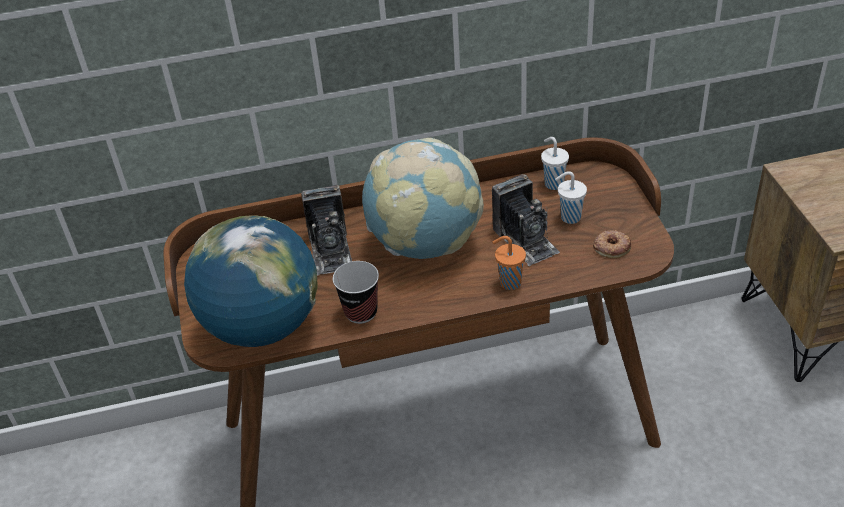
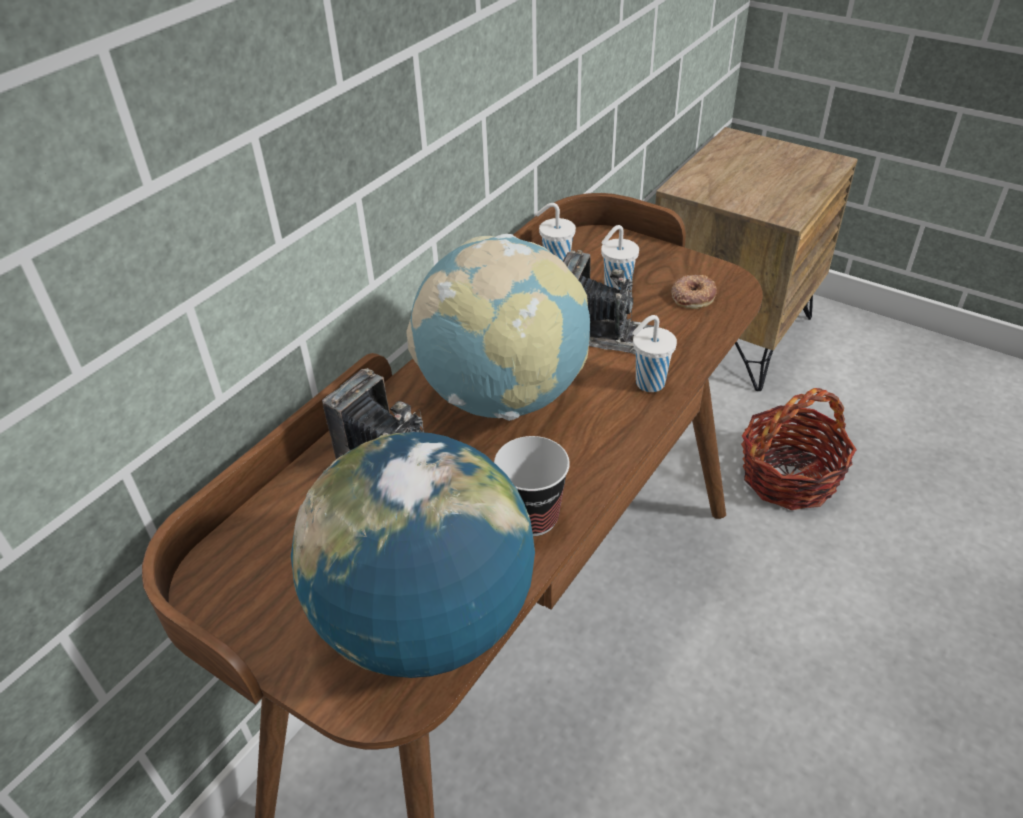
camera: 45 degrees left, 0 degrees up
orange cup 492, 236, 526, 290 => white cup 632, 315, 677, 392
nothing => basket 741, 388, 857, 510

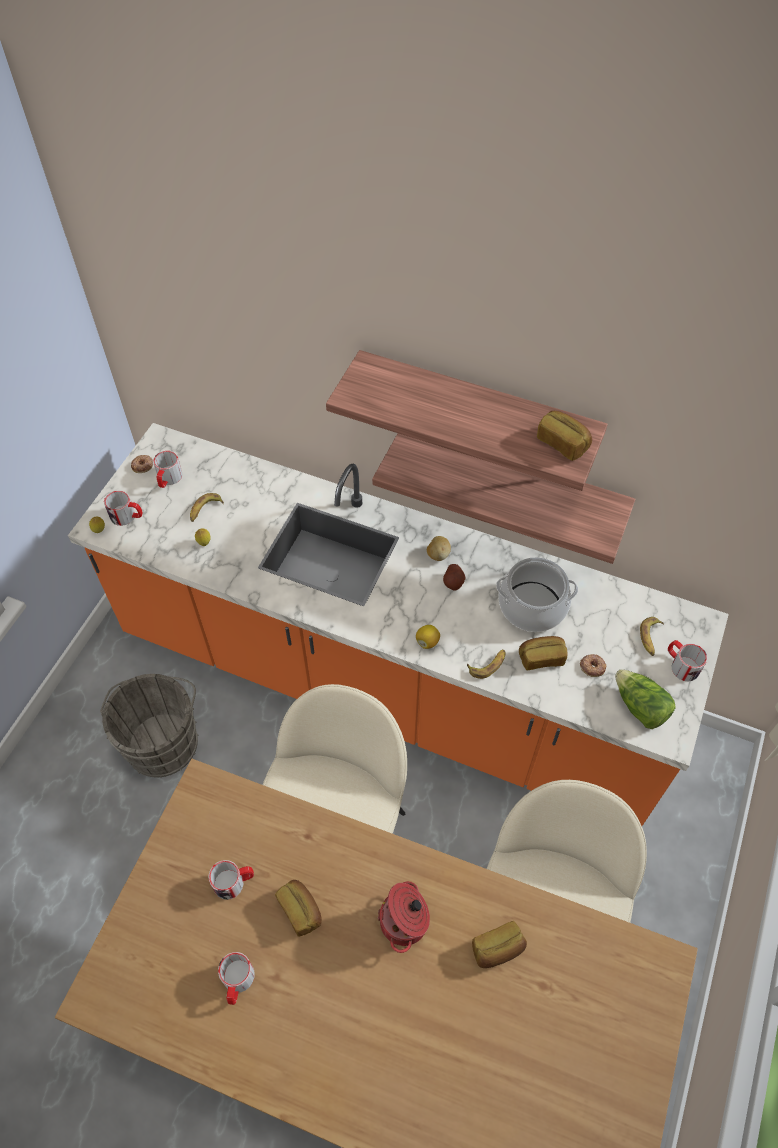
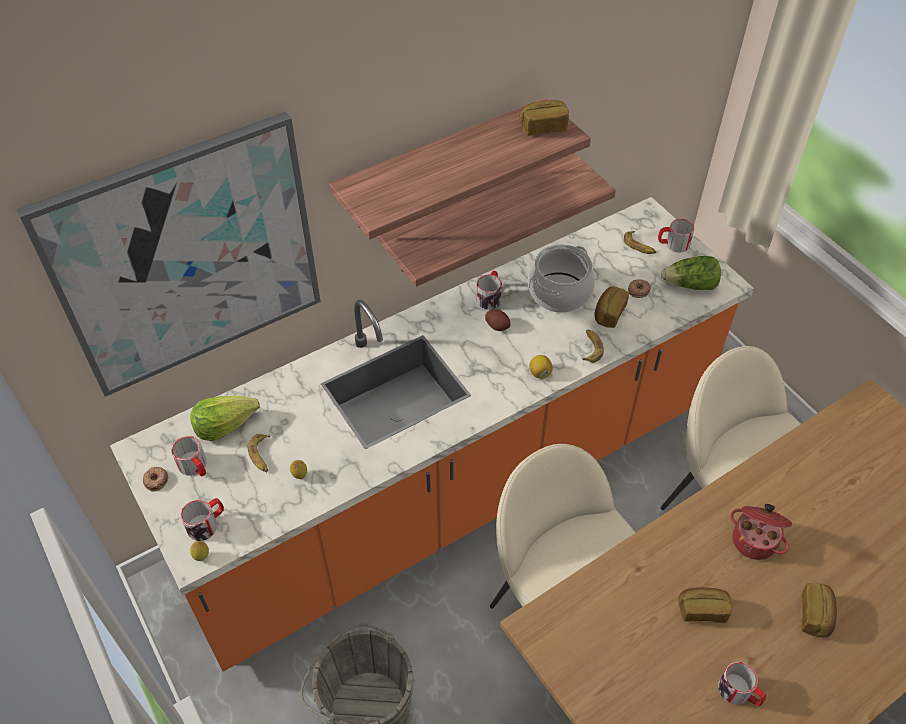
camera: 55 degrees left, 5 degrees down
mug 209, 860, 254, 900 => mug 476, 271, 502, 310, shifted
potato 427, 536, 451, 561 => nothing
bread 472, 921, 527, 968 => bread 801, 583, 837, 637, shifted
nothing => picture 16, 112, 321, 397
nothing => lettuce 190, 395, 260, 441

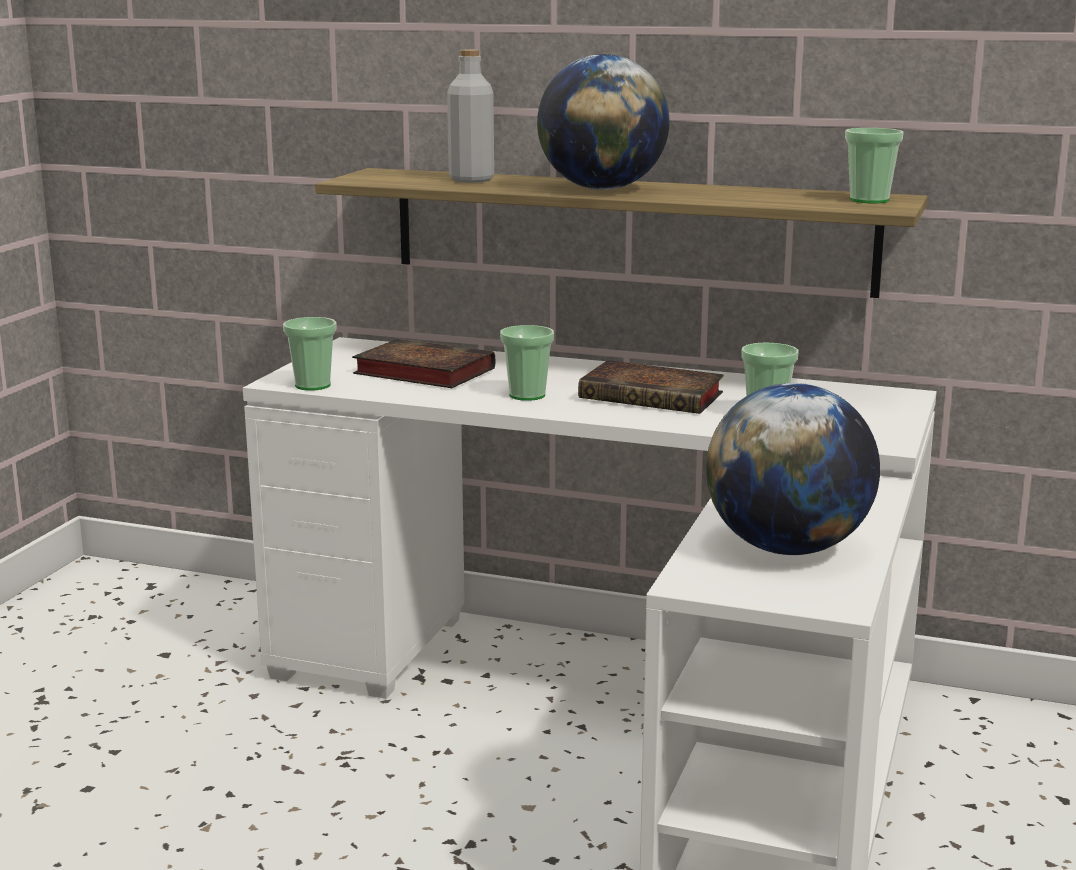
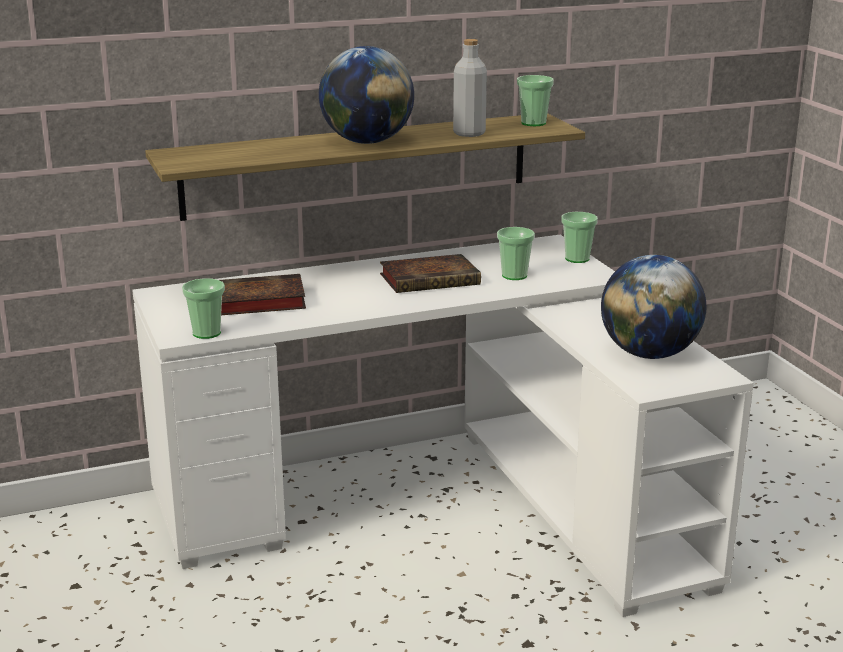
camera: 40 degrees left, 5 degrees up
grey bottle 447, 50, 494, 183 => grey bottle 453, 39, 487, 137, shifted
cup 500, 325, 554, 401 => cup 561, 212, 598, 263, shifted

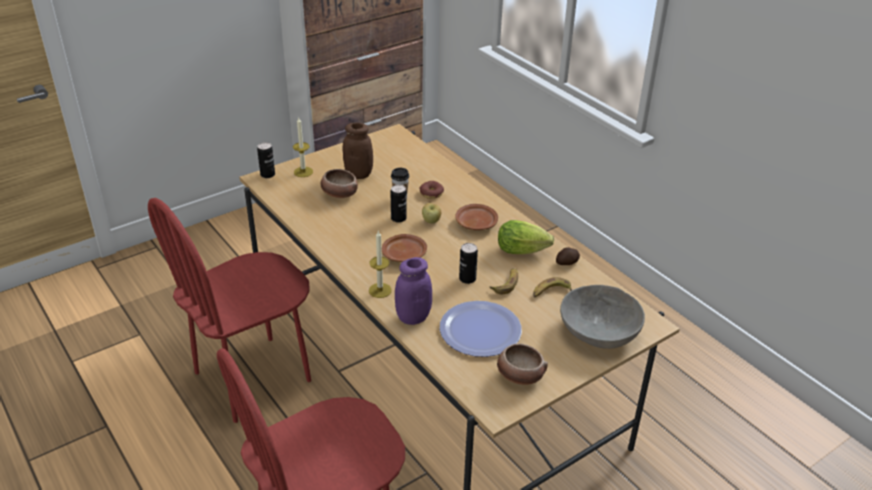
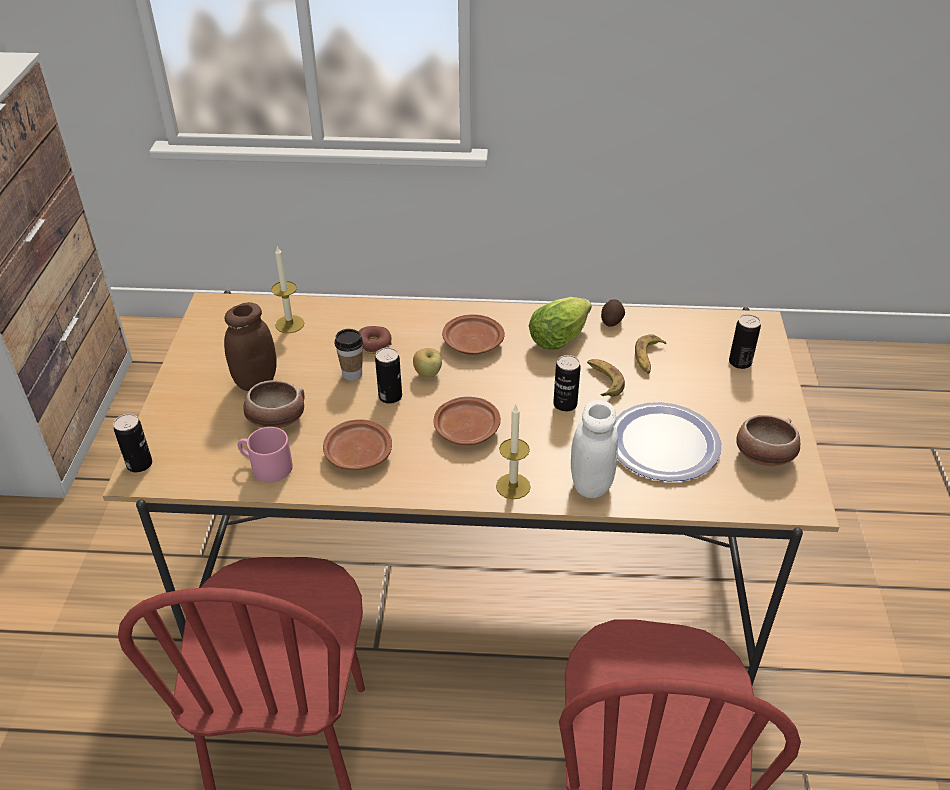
camera: 50 degrees left, 5 degrees up
candle 293, 118, 313, 177 => candle 271, 247, 304, 333, shifted
purple jar 395, 257, 432, 325 => white jar 571, 400, 618, 498
grey bowl 560, 285, 645, 349 => can 729, 314, 761, 369
nothing => pink mug 237, 427, 293, 482
nothing => brown plate 323, 419, 392, 470

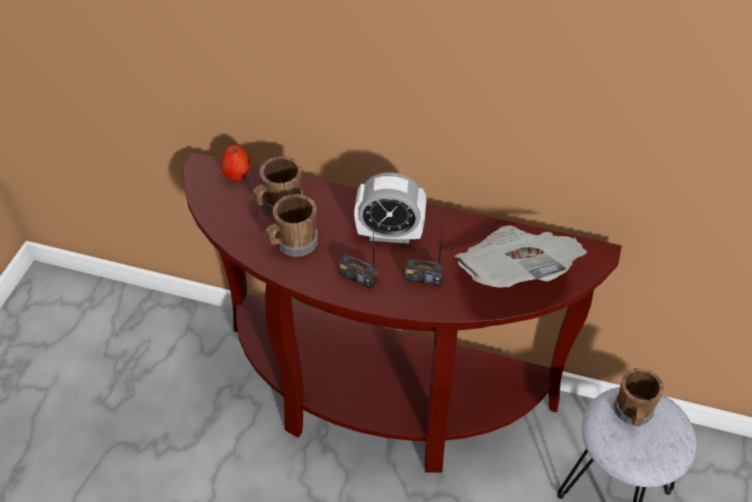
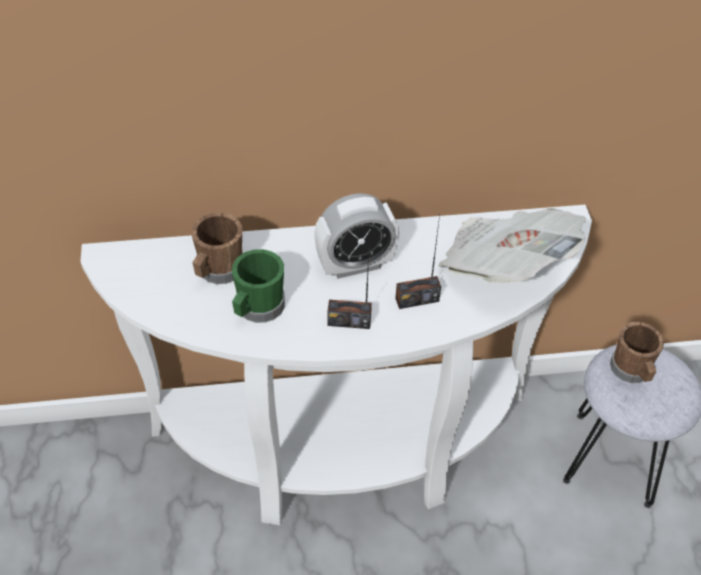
camera: 25 degrees left, 0 degrees up
brown console table 184, 153, 622, 472 => white console table 81, 205, 592, 525
apple 221, 145, 250, 181 => nothing
brown mug 265, 194, 318, 256 => green mug 232, 249, 285, 323

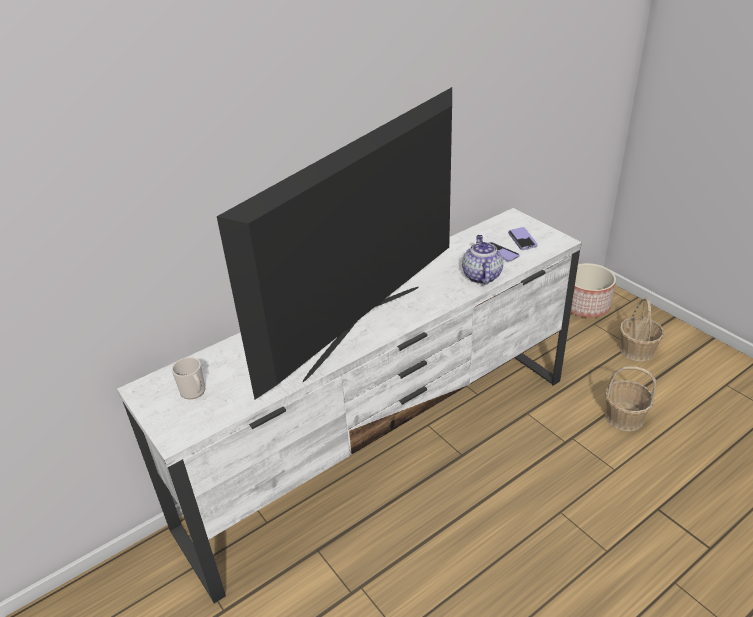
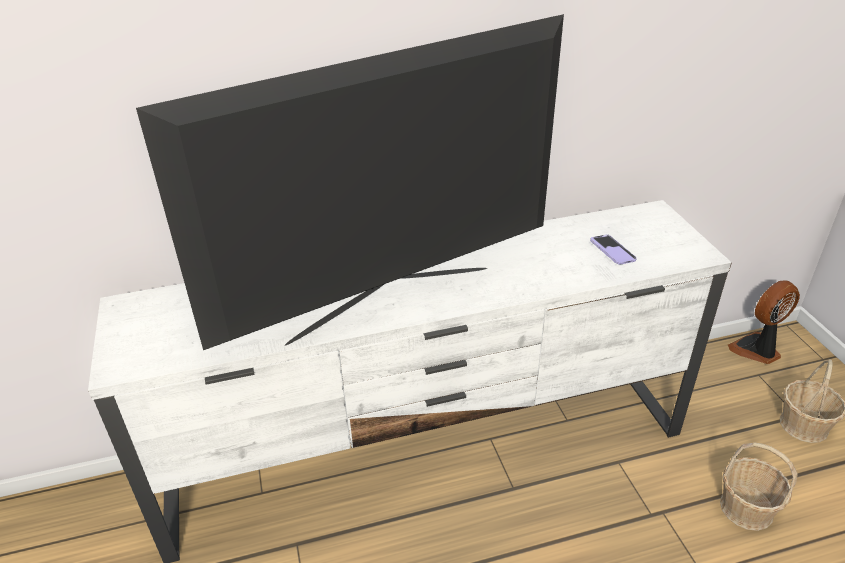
camera: 20 degrees right, 0 degrees up
mug 172, 357, 205, 399 => nothing
teapot 462, 235, 503, 285 => nothing
phone 508, 227, 538, 250 => nothing
planter 571, 263, 616, 318 => fan 728, 280, 800, 364

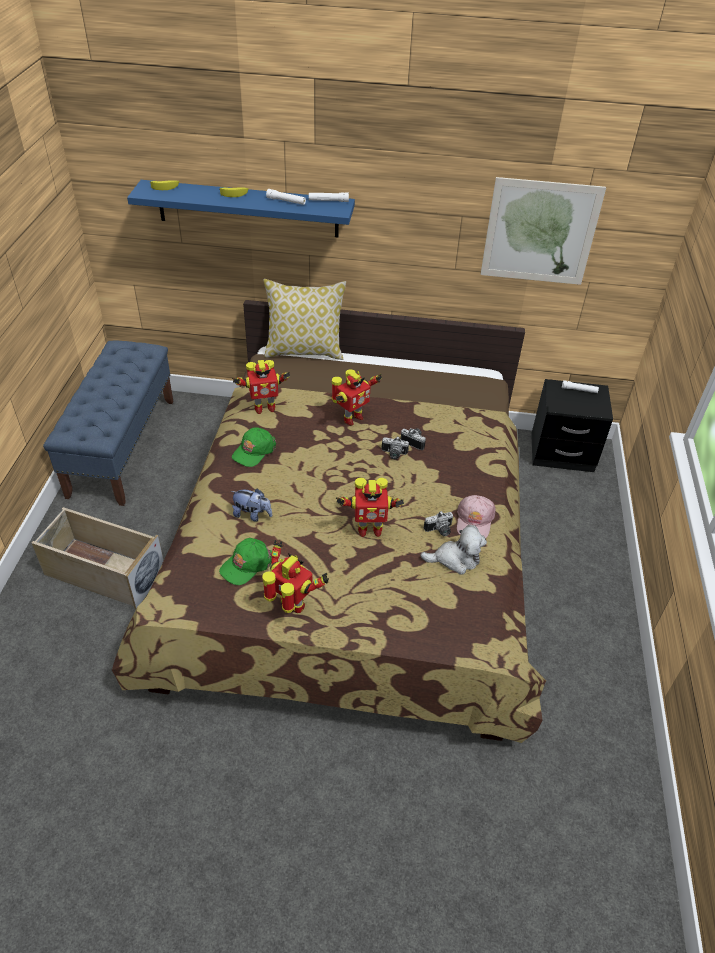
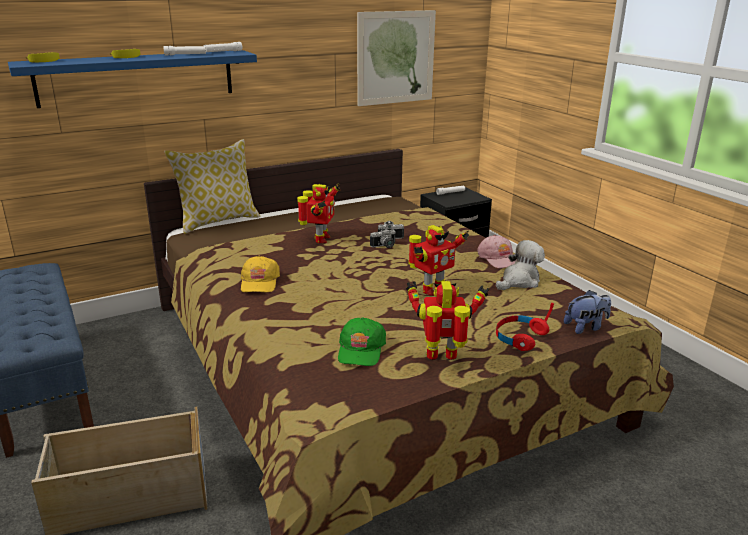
camera: 35 degrees left, 20 degrees down
plush toy 231, 488, 272, 522 => plush toy 564, 290, 611, 334, shifted
toy robot 232, 360, 290, 414 => nothing
green cap 232, 427, 276, 467 => yellow cap 241, 256, 280, 292
photo camera 424, 511, 453, 536 => nothing
nothing => red headphones 496, 303, 554, 351

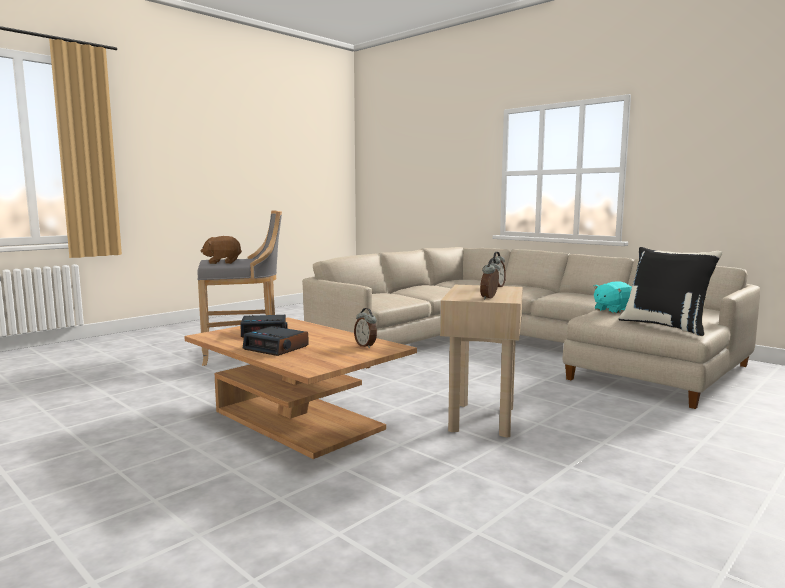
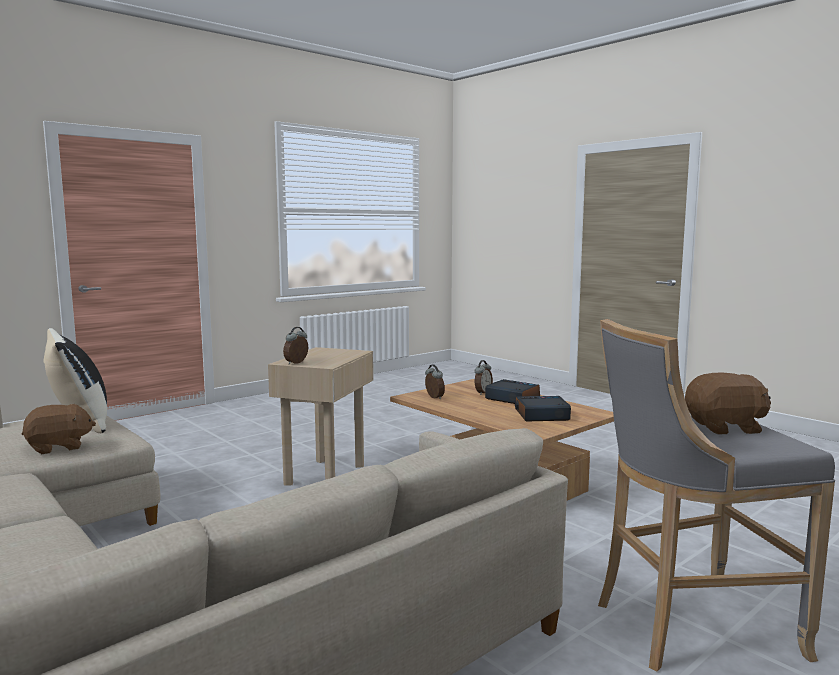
camera: 175 degrees left, 0 degrees up
alarm clock 480, 258, 500, 299 => alarm clock 475, 360, 493, 395, shifted
turquoise plush toy 593, 281, 632, 313 => brown plush toy 22, 404, 96, 454

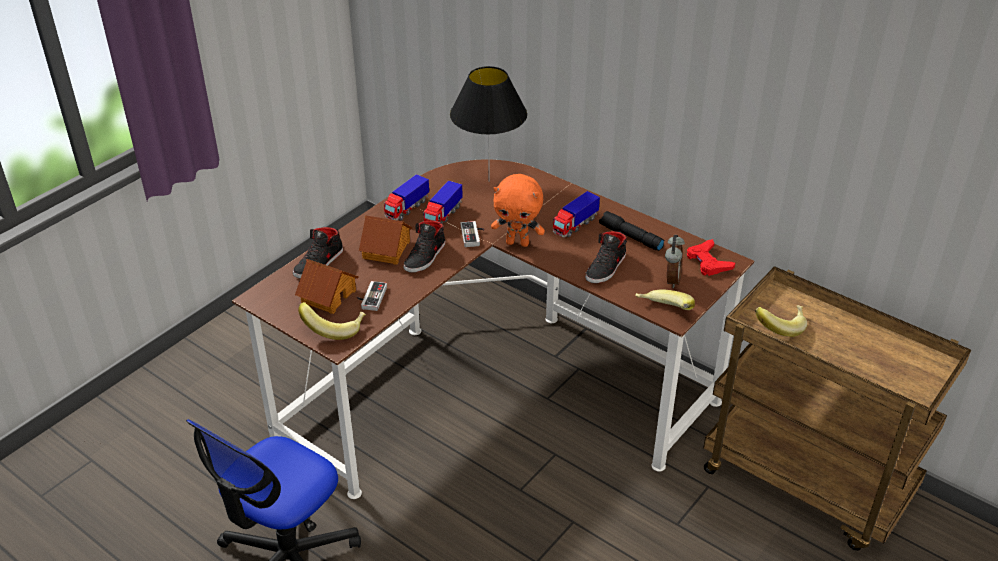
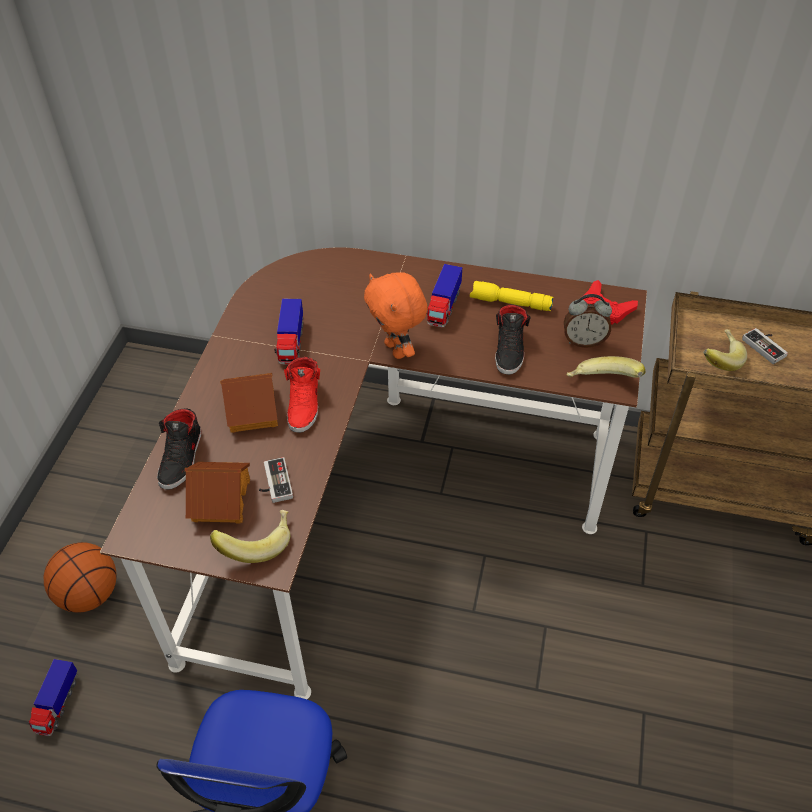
camera: 25 degrees left, 10 degrees up
toy truck 384, 174, 429, 221 => toy truck 28, 659, 78, 736, shifted
black shoe 404, 220, 445, 273 => red shoe 284, 357, 320, 433
black table lamp 450, 66, 527, 182 => nothing
game controller 461, 221, 485, 247 => game controller 742, 328, 788, 364, shifted
orange plush toy 491, 174, 545, 247 => orange plush toy 364, 272, 428, 359, 75 degrees clockwise
black flashlight 599, 211, 664, 251 => yellow flashlight 470, 281, 554, 311
alarm clock 665, 235, 685, 288 => alarm clock 564, 294, 612, 348, 105 degrees clockwise
nothing => basketball 44, 542, 117, 613

